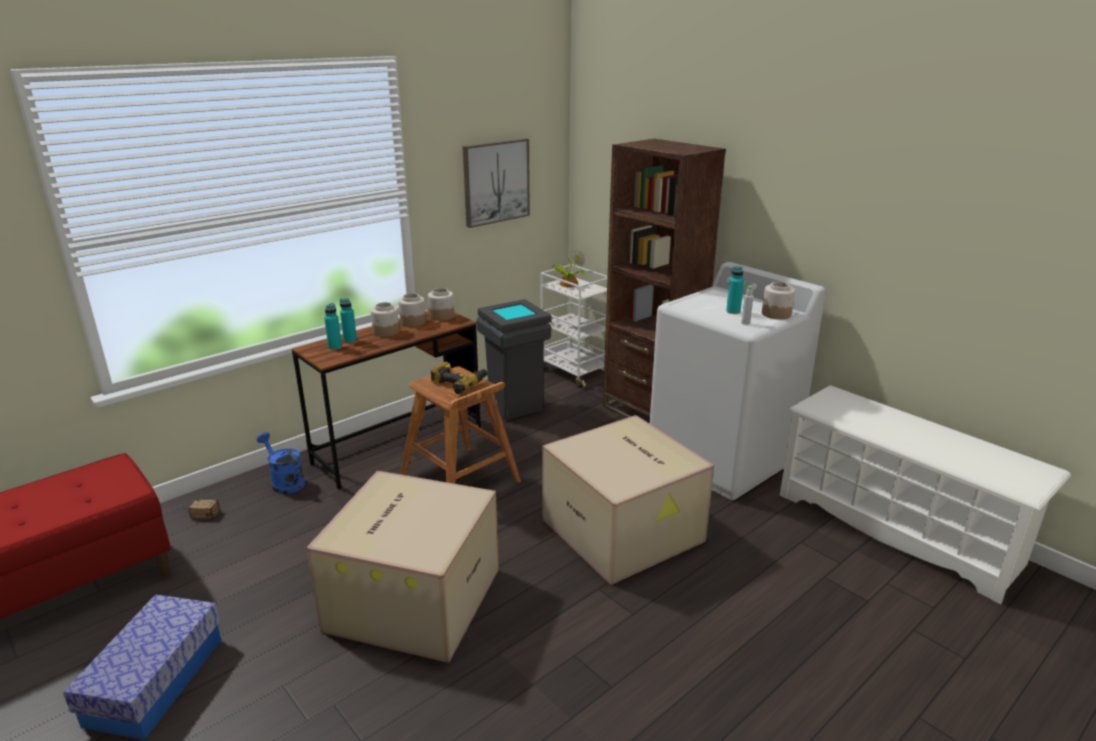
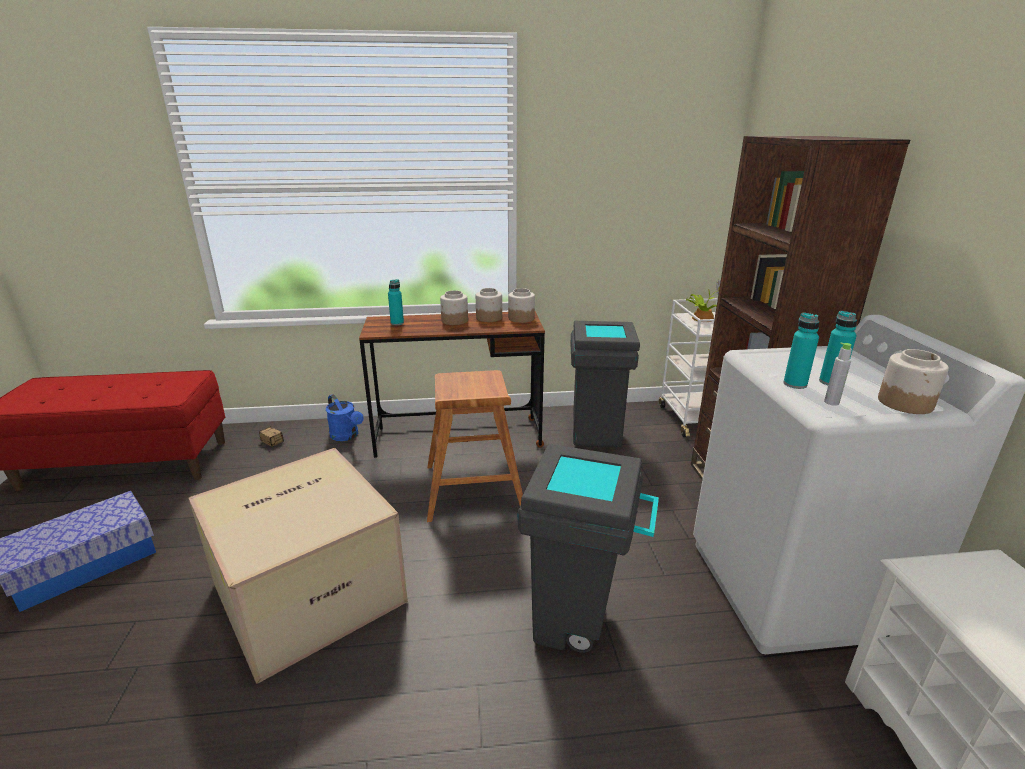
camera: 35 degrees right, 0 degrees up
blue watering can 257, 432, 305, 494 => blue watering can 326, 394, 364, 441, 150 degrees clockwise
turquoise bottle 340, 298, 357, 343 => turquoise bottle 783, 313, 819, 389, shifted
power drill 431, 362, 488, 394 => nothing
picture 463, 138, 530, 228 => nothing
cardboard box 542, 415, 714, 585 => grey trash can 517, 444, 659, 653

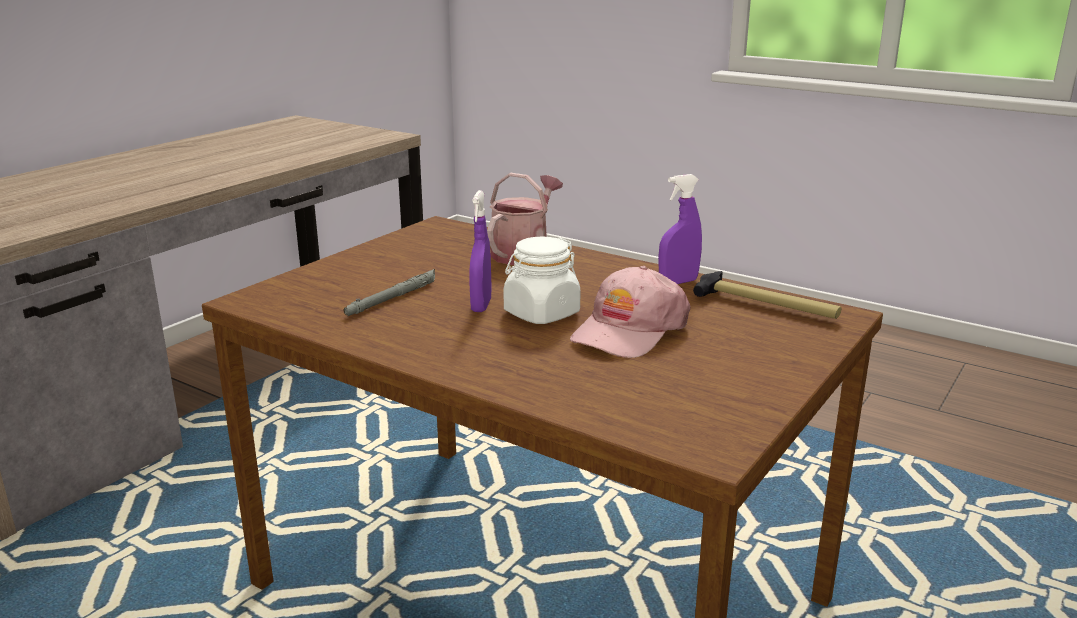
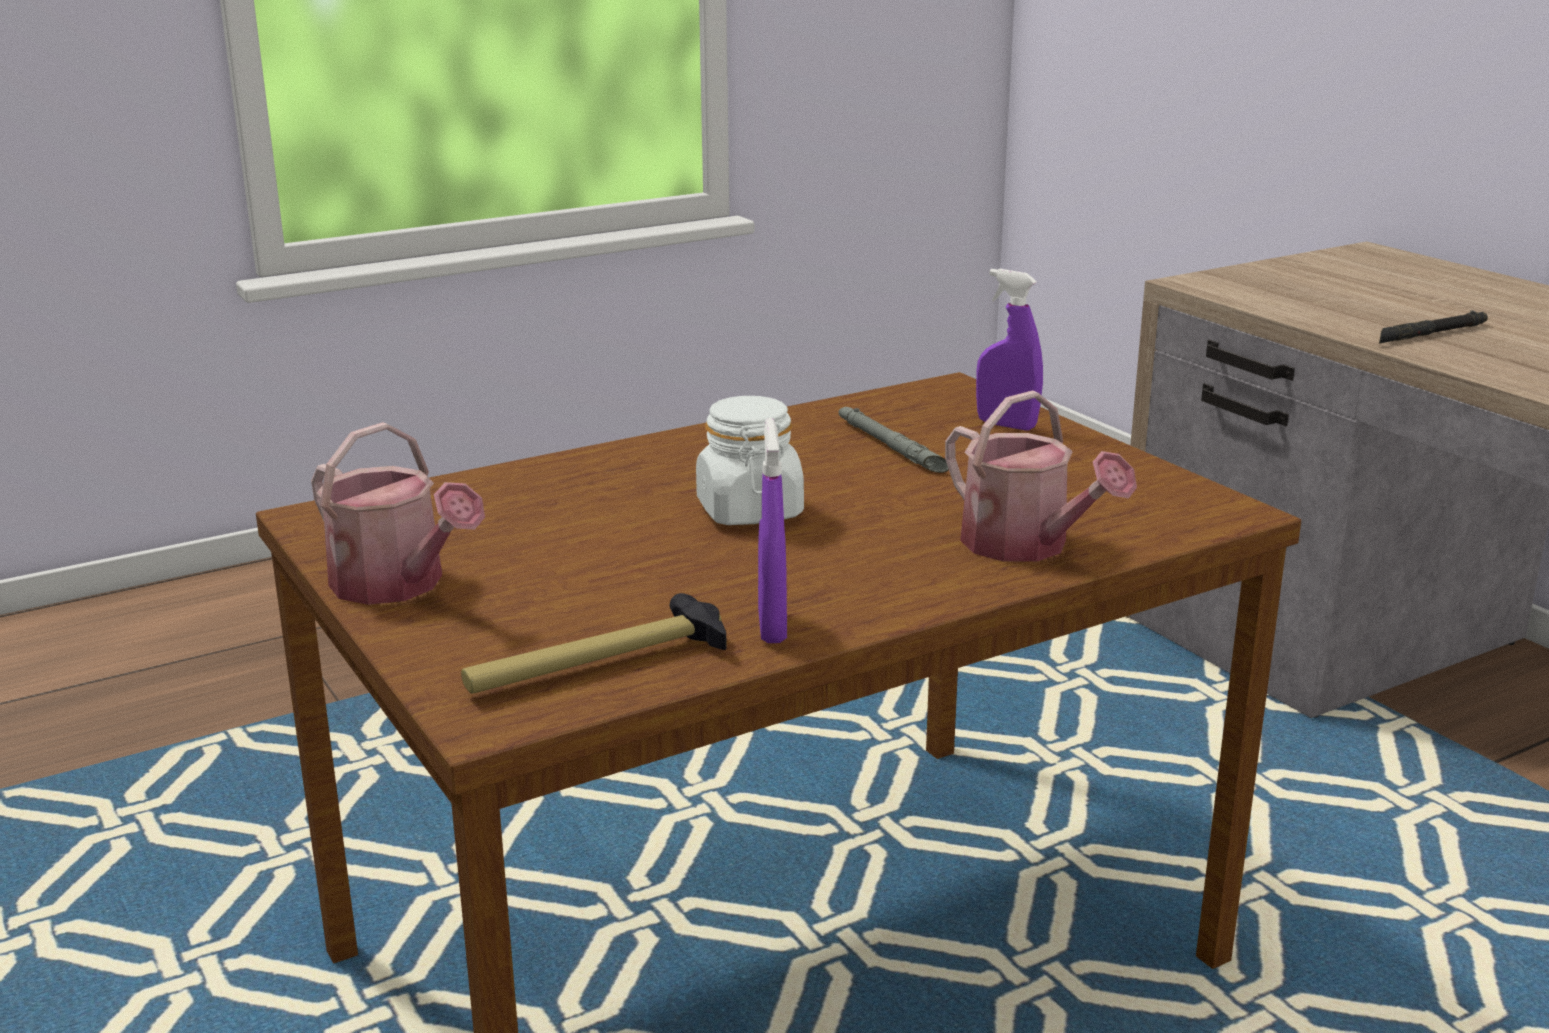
camera: 115 degrees right, 0 degrees up
purple spray bottle 469, 190, 491, 312 => purple spray bottle 976, 269, 1043, 430, shifted
pink cap 570, 266, 691, 358 => nothing
nothing => watering can 311, 422, 485, 605
nothing => black flashlight 1379, 311, 1488, 344

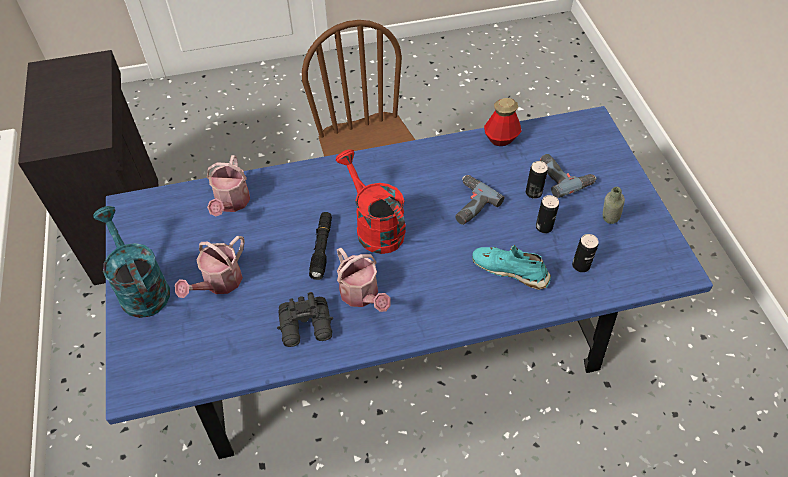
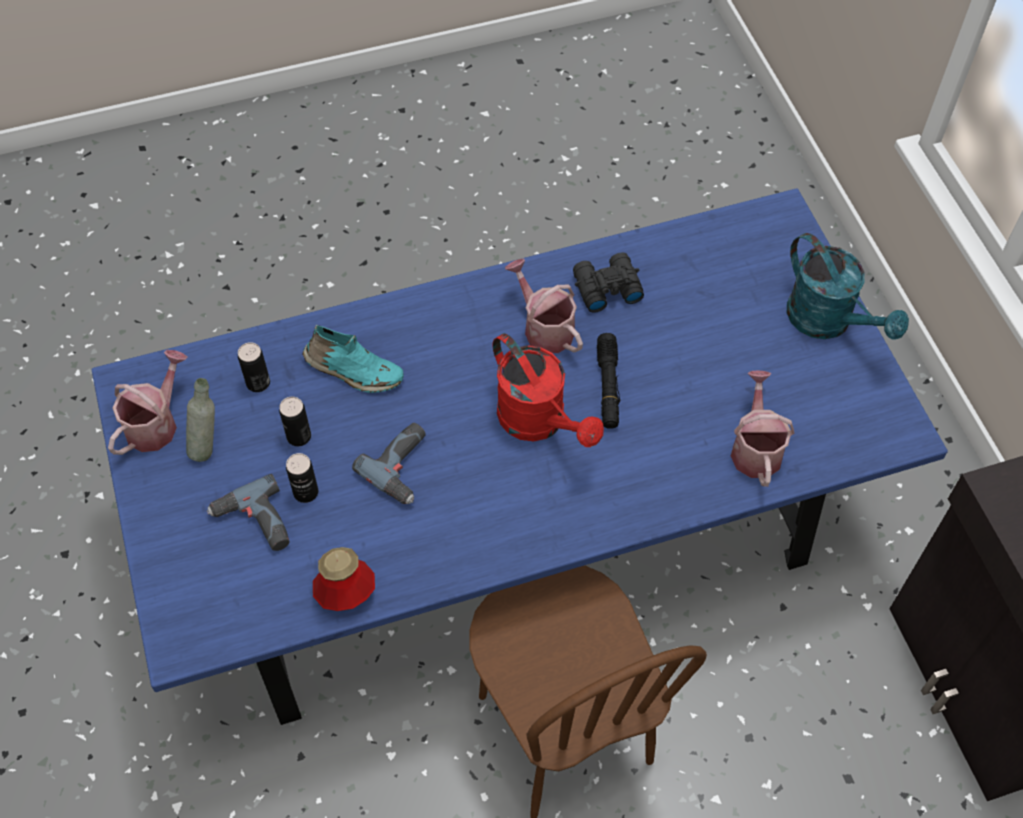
camera: 175 degrees right, 5 degrees up
watering can 175, 236, 245, 298 => watering can 108, 350, 187, 455, shifted

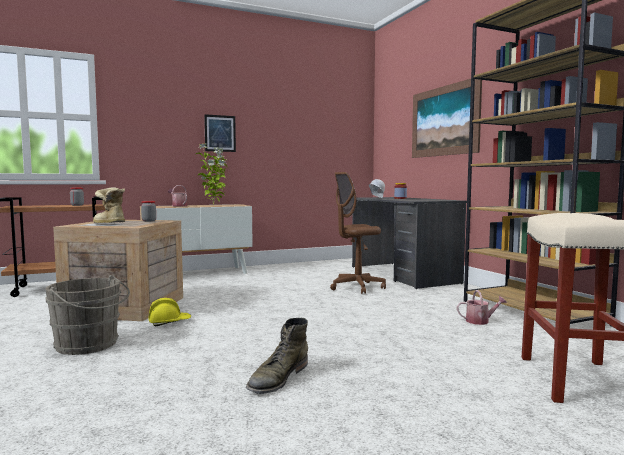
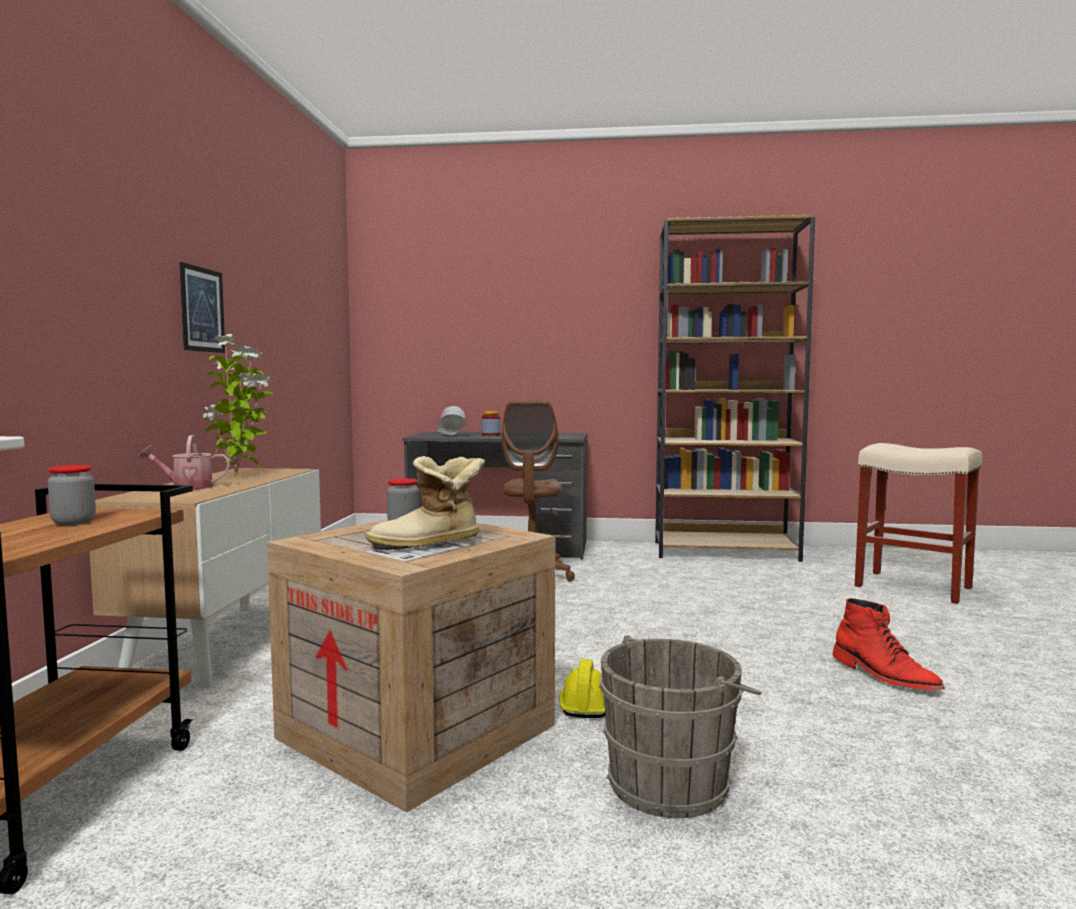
camera: 60 degrees left, 0 degrees up
green boot 246, 318, 308, 394 => red boot 832, 598, 945, 691
picture 412, 79, 482, 158 => nothing
watering can 457, 290, 507, 325 => nothing

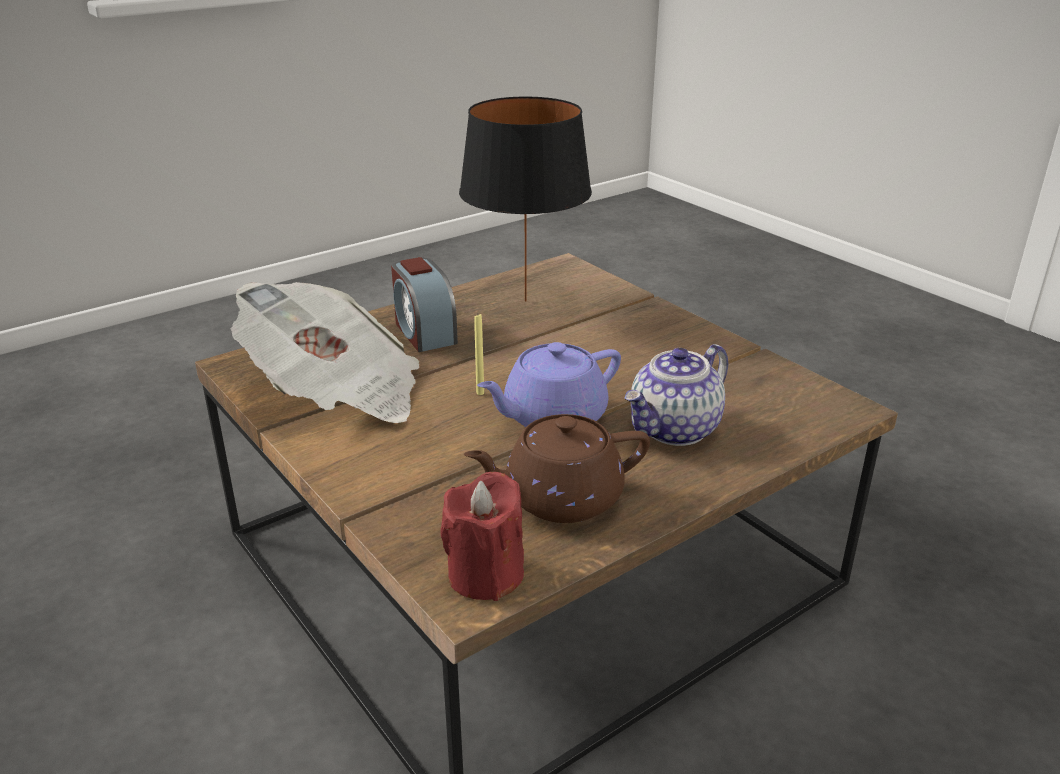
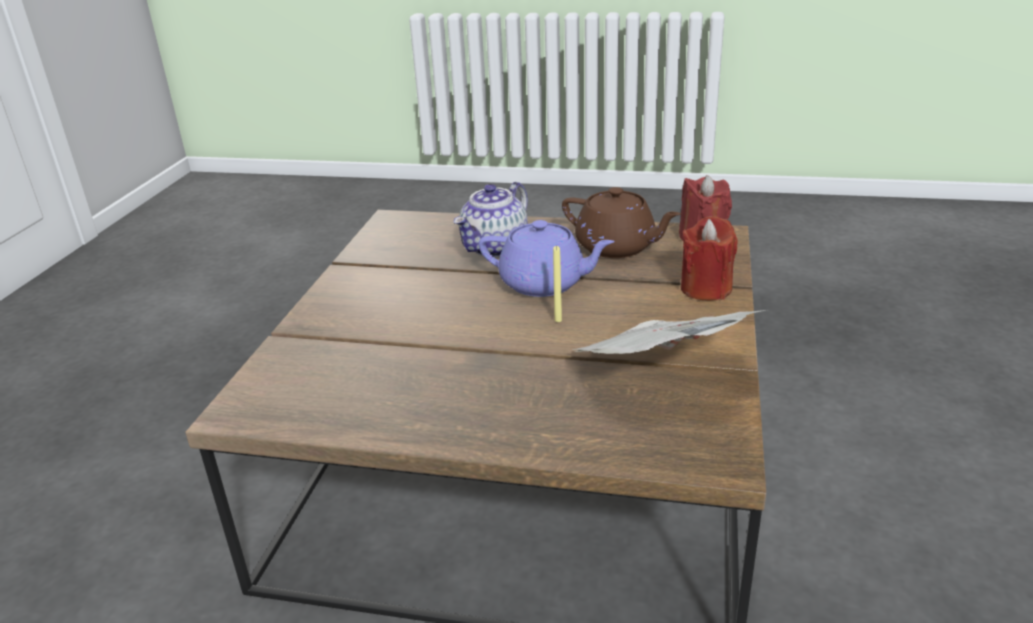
camera: 130 degrees left, 0 degrees up
alarm clock 391, 257, 458, 352 => nothing
black table lamp 459, 97, 592, 301 => nothing
teapot 625, 344, 728, 446 => teapot 453, 182, 528, 257, 120 degrees clockwise
nothing => red candle 681, 216, 738, 300

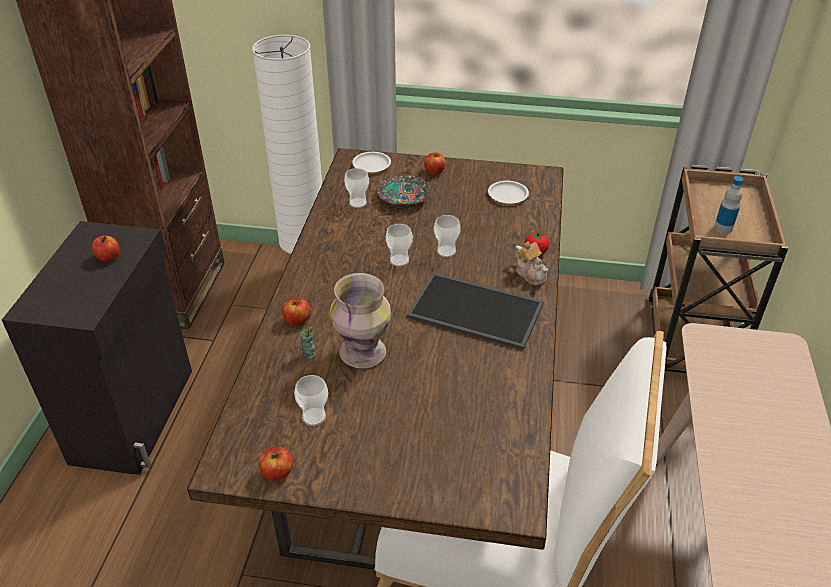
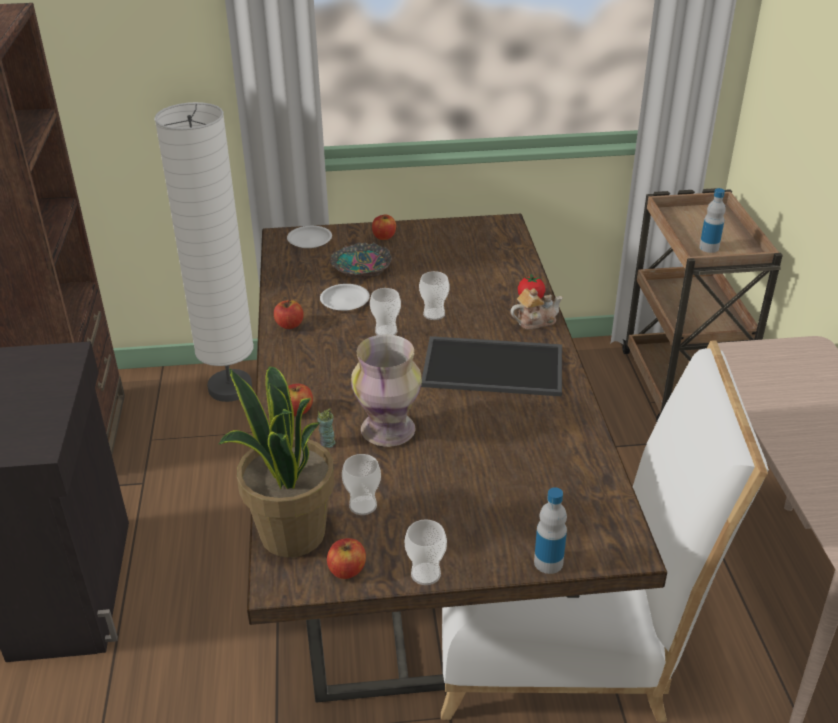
camera: 15 degrees left, 5 degrees down
apple 92, 236, 120, 262 => apple 274, 299, 304, 329, shifted
cup 344, 168, 369, 208 => cup 405, 519, 447, 585, shifted
white plate 488, 181, 529, 204 => white plate 320, 284, 370, 311, shifted
teapot 515, 242, 549, 285 => teapot 511, 288, 563, 330, 60 degrees counterclockwise
nothing => potted plant 218, 366, 335, 558
nothing => bottle 534, 487, 567, 574

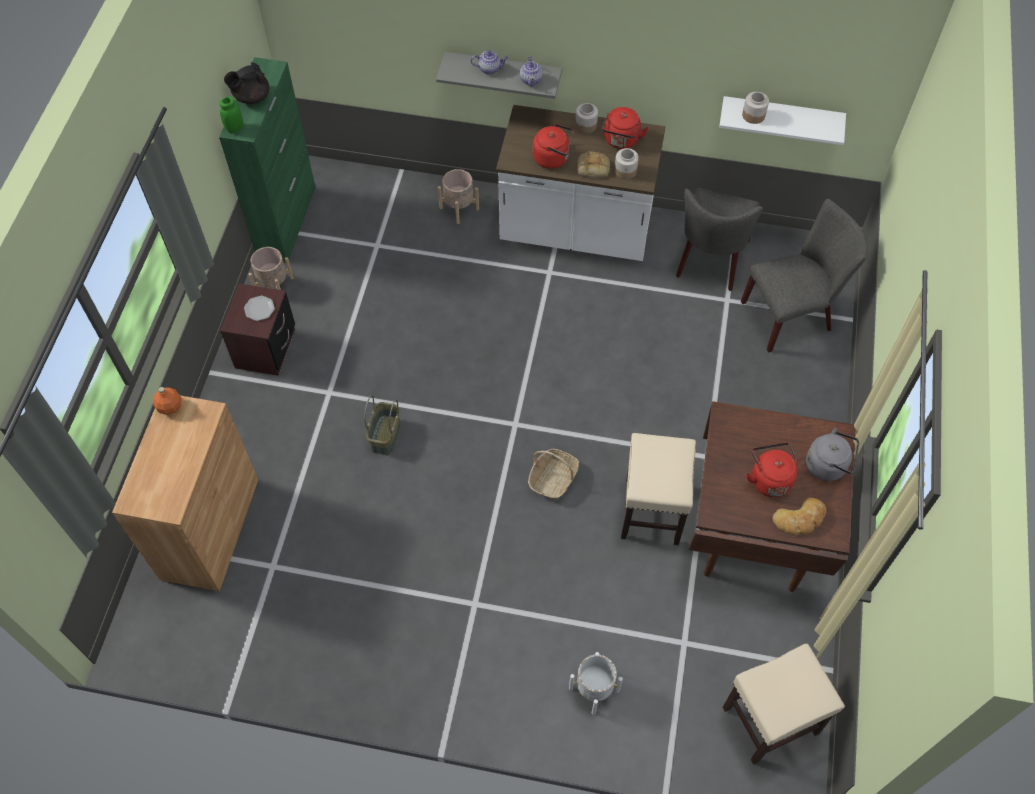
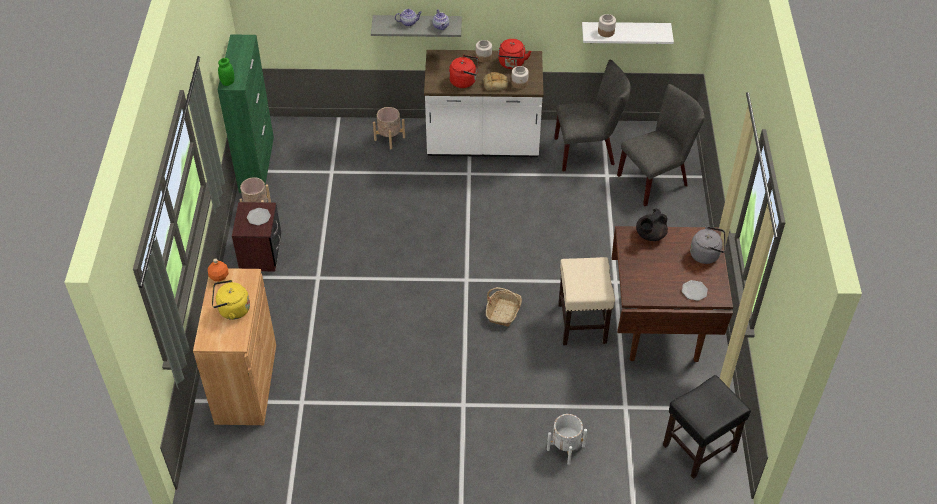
camera: 10 degrees left, 10 degrees down
black teapot 224, 62, 269, 104 => black teapot 636, 208, 668, 241, shifted
basket 364, 395, 400, 455 => nothing
grey chair 676, 187, 763, 291 => grey chair 554, 59, 631, 171, 105 degrees counterclockwise
beige stool 723, 643, 845, 765 => black stool 663, 375, 751, 479
red kettle 746, 443, 797, 497 => nothing
bread 772, 497, 826, 535 => plate 682, 280, 708, 301
nothing => yellow kettle 212, 280, 250, 320

